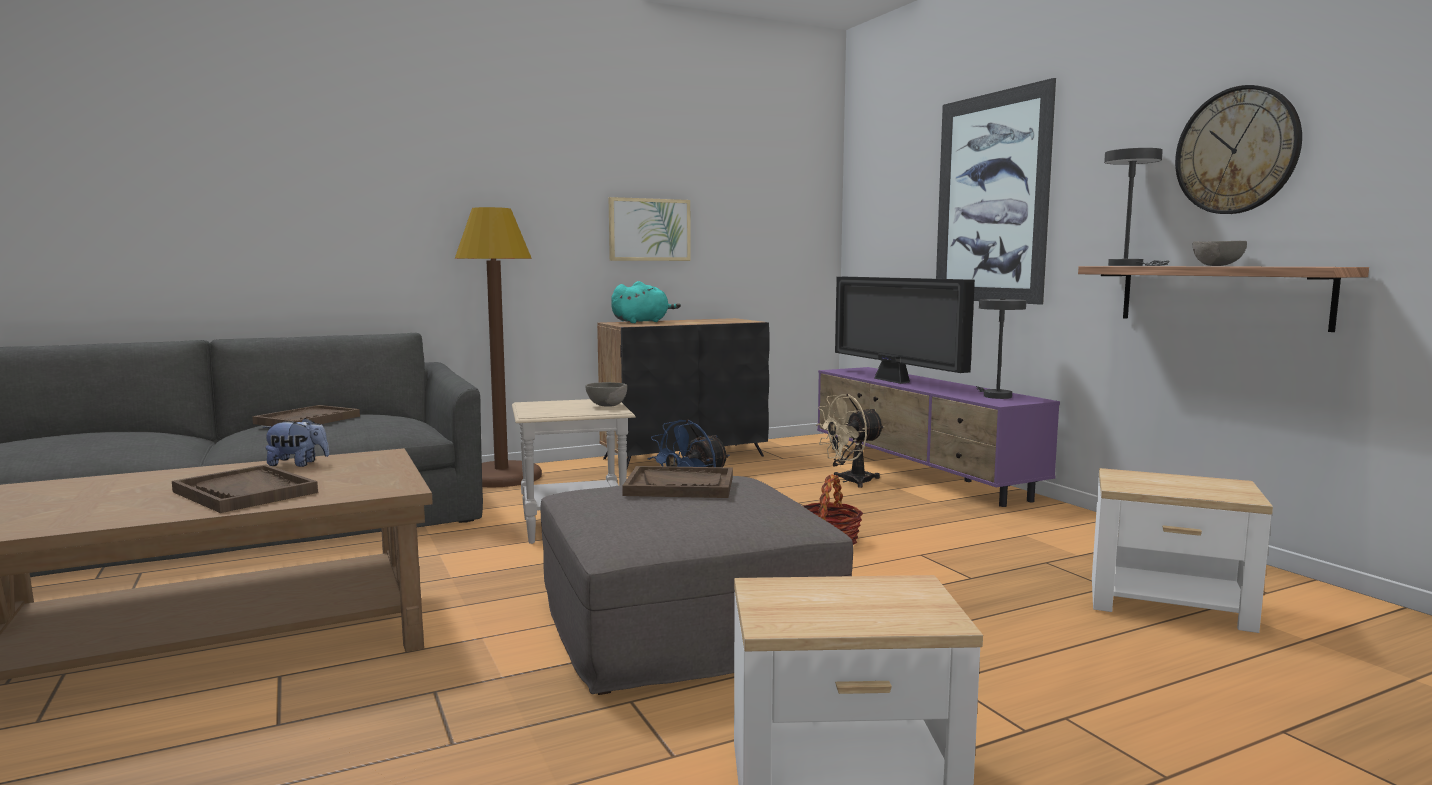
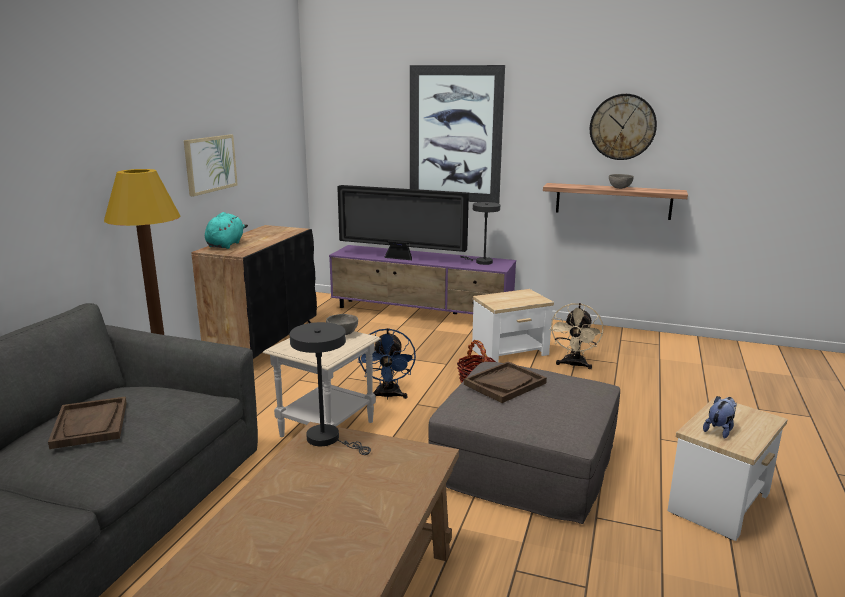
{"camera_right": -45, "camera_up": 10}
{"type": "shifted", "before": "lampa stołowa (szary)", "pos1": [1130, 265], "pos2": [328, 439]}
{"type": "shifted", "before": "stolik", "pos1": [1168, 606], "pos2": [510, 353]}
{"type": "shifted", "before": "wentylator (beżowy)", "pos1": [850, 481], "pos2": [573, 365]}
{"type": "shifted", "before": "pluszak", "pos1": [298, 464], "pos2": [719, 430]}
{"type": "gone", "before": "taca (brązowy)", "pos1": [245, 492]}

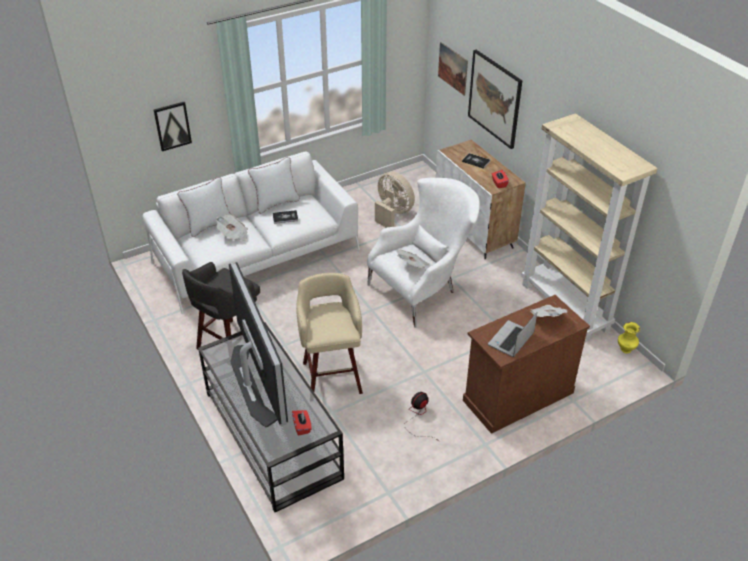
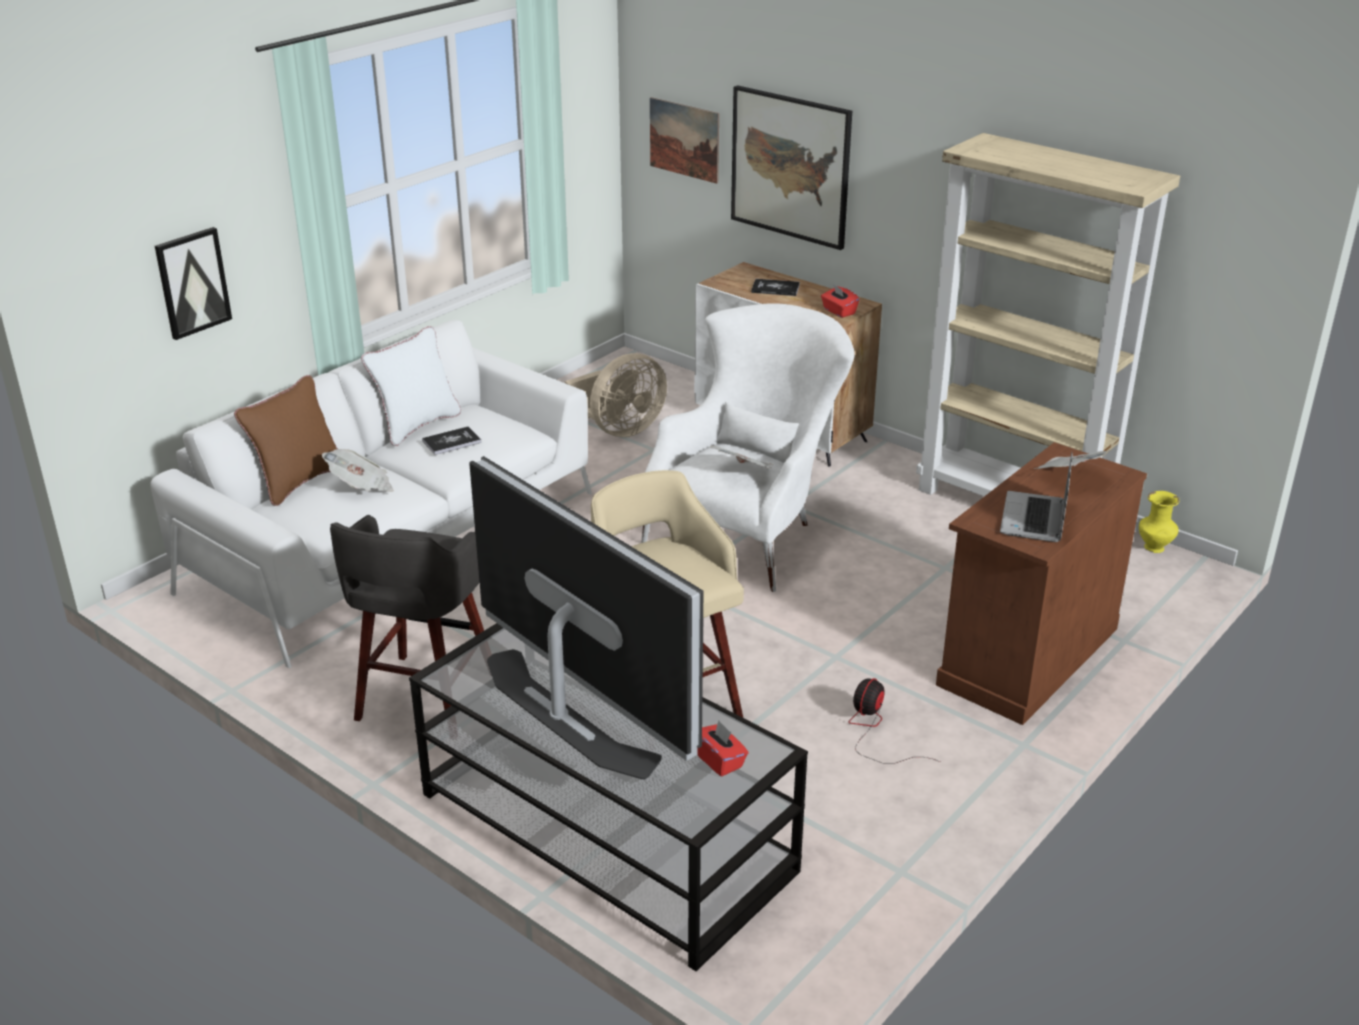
{"camera_right": -20, "camera_up": -10}
{"type": "repainted", "before": "poduszka (biały)", "after": "poduszka (brązowy)", "pos1": [209, 225], "pos2": [298, 482]}
{"type": "rotated", "before": "wentylator (beżowy)", "pos1": [392, 214], "pos2": [620, 430], "turn": 120}

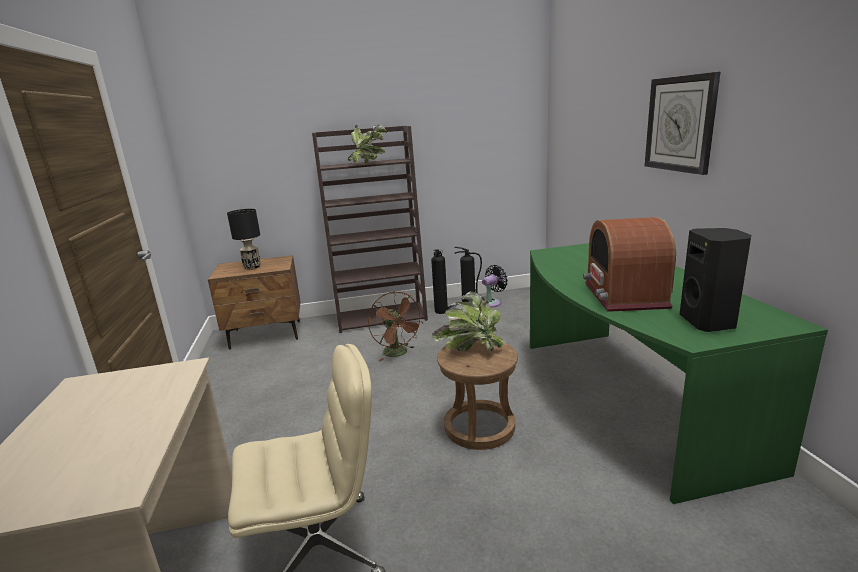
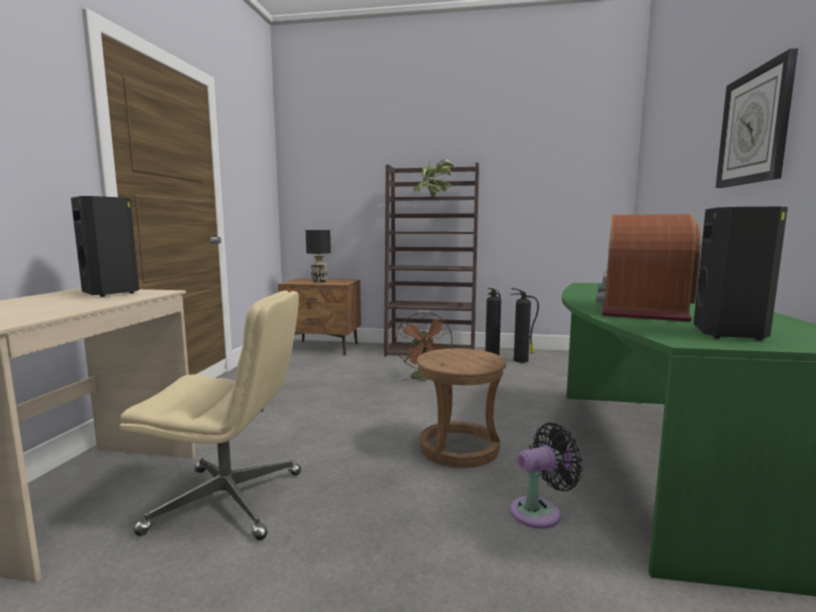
{"camera_right": 20, "camera_up": -10}
{"type": "new", "after": "głośnik (czarny)", "pos2": [112, 293]}
{"type": "shifted", "before": "wentylator (czarny)", "pos1": [492, 302], "pos2": [540, 512]}
{"type": "gone", "before": "roślina doniczkowa", "pos1": [470, 348]}

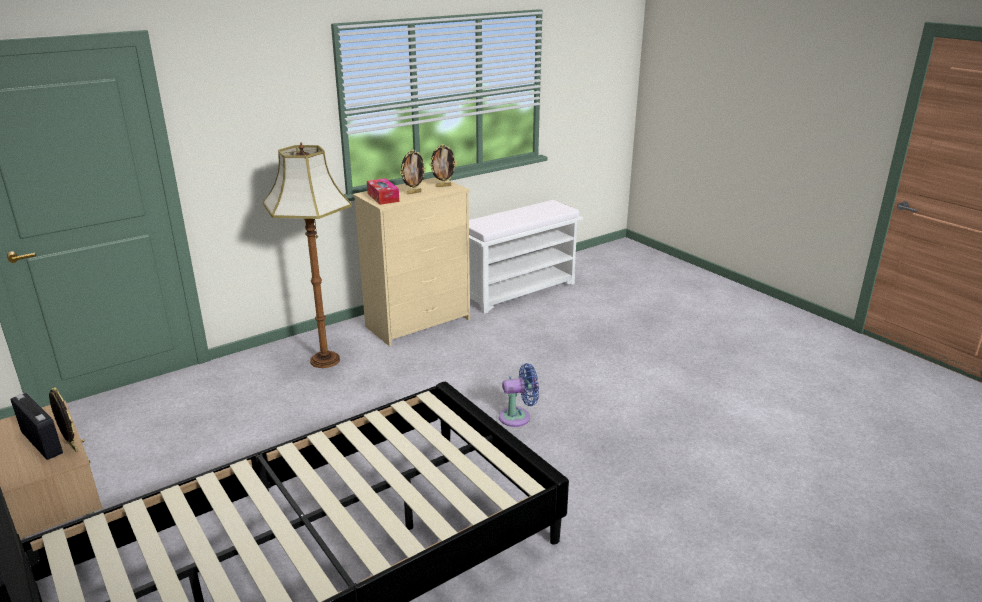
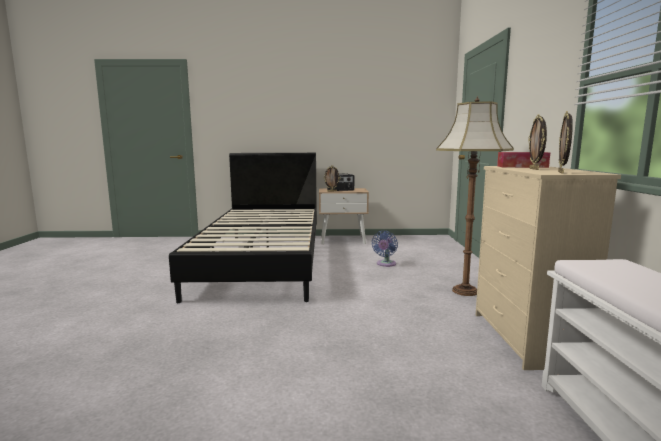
{"camera_right": 125, "camera_up": -15}
{"type": "shifted", "before": "wentylator (niebieski)", "pos1": [518, 417], "pos2": [385, 264]}

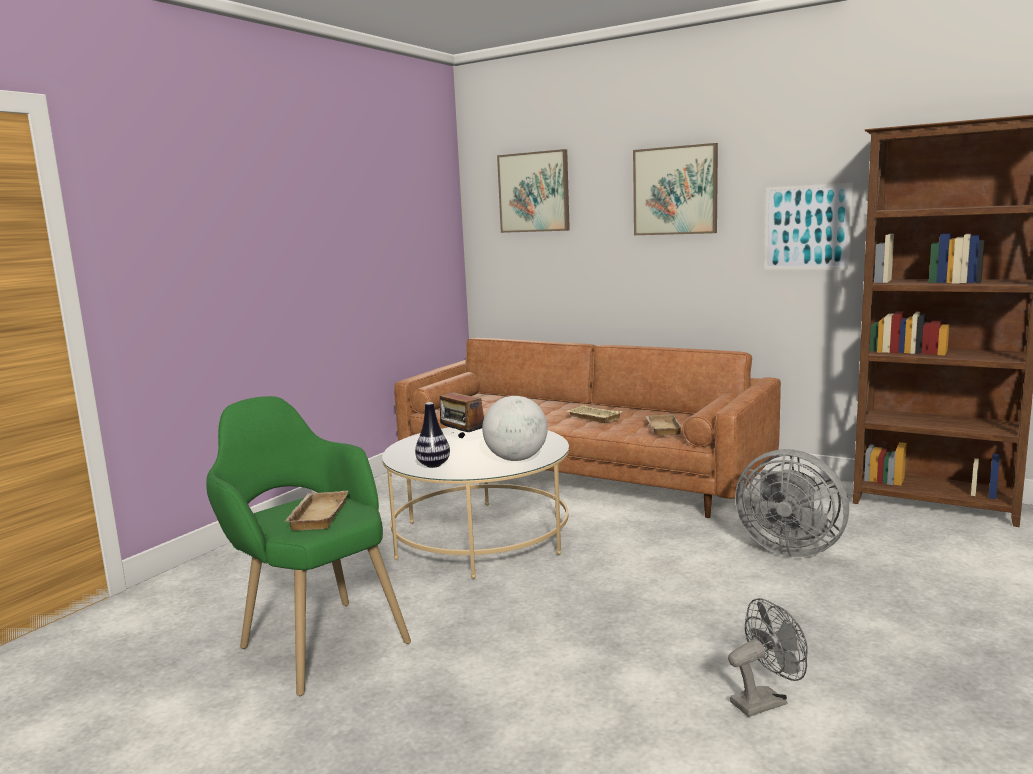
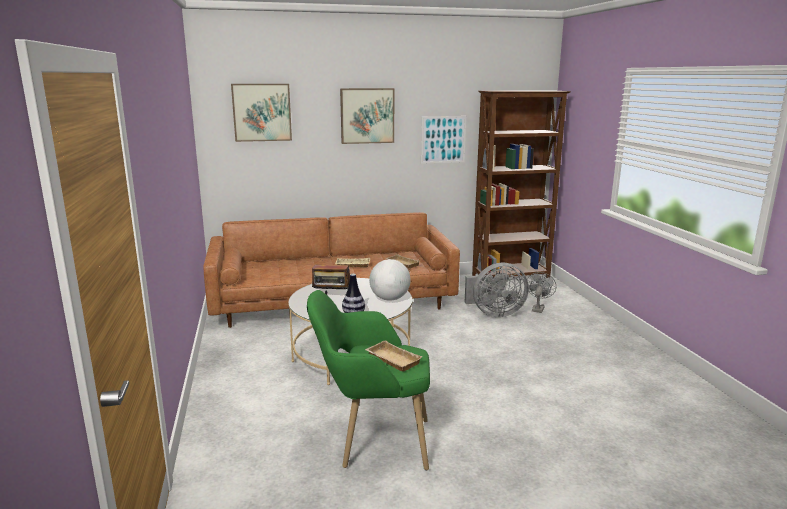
{"camera_right": -45, "camera_up": 5}
{"type": "shifted", "before": "wentylator (szary)", "pos1": [765, 701], "pos2": [538, 308]}

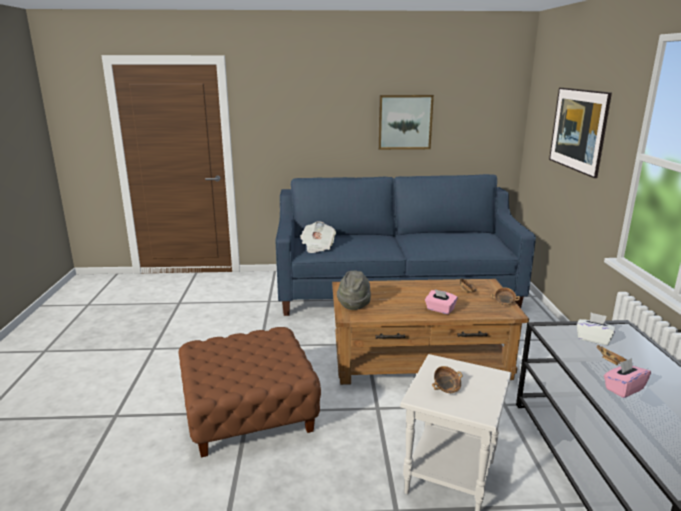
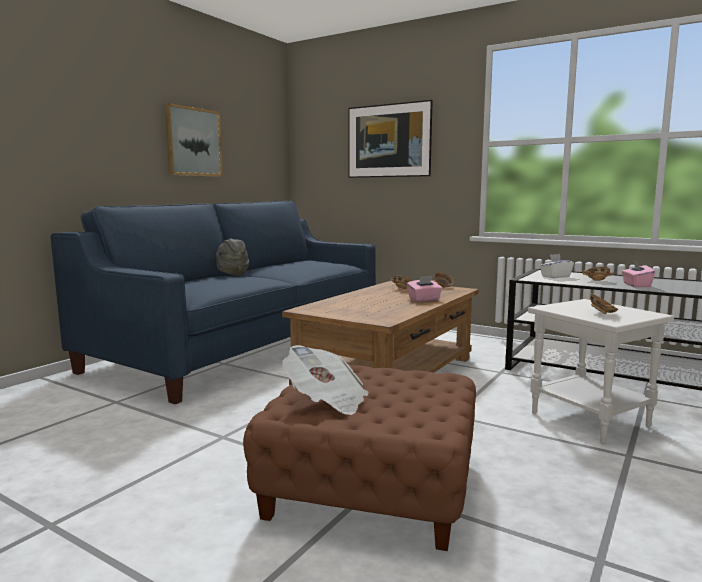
{"camera_right": -55, "camera_up": -10}
{"type": "shifted", "before": "kapelusz (szary)", "pos1": [354, 304], "pos2": [232, 273]}
{"type": "shifted", "before": "gazeta", "pos1": [317, 247], "pos2": [326, 400]}

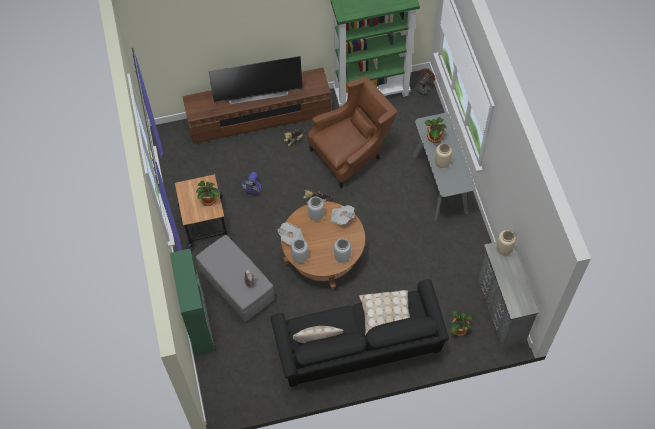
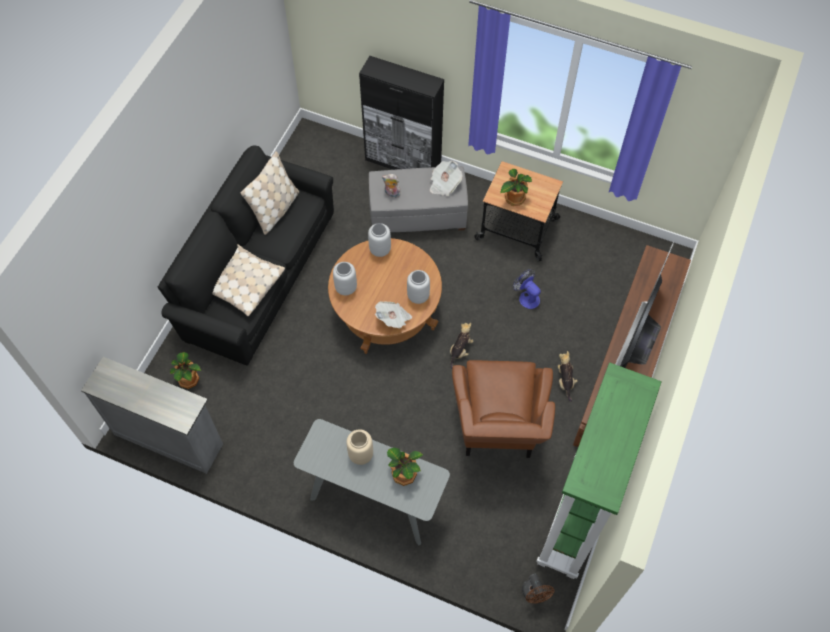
{"camera_right": 125, "camera_up": 0}
{"type": "repainted", "before": "szafka (zielony)", "after": "szafka (czarny)", "pos1": [199, 325], "pos2": [403, 163]}
{"type": "shifted", "before": "gazeta", "pos1": [292, 238], "pos2": [444, 184]}
{"type": "gone", "before": "wazon (beżowy)", "pos1": [503, 249]}

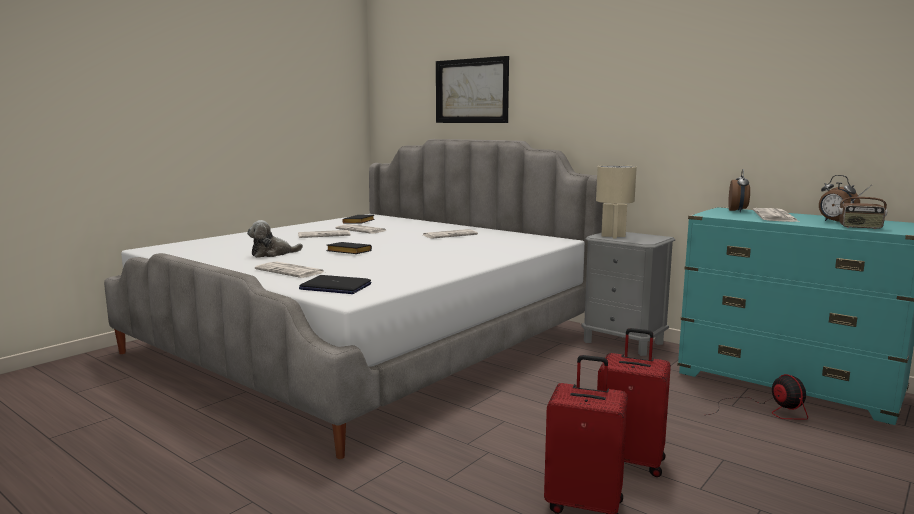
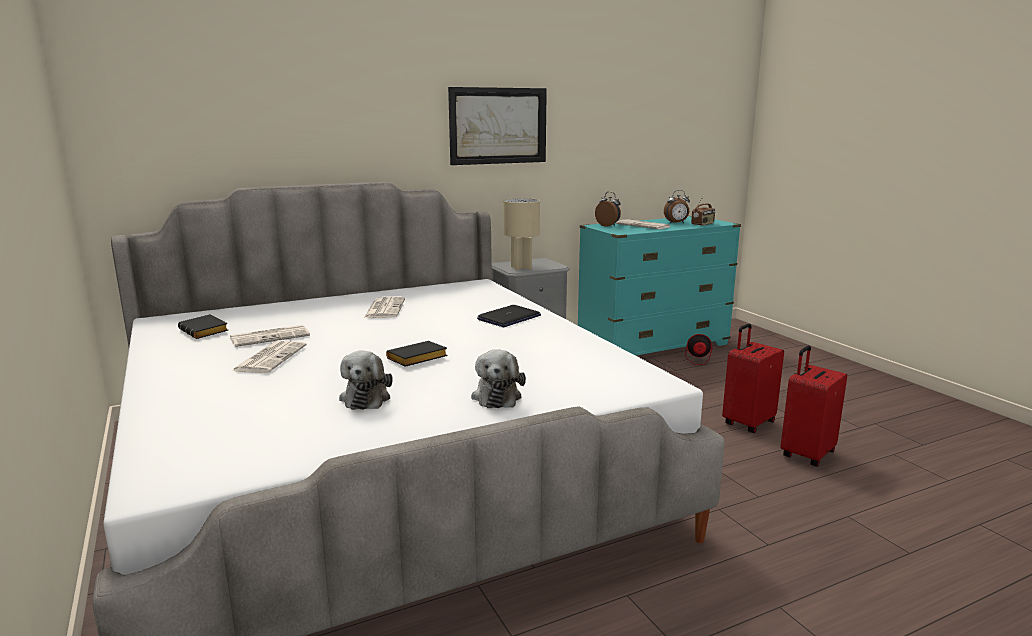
{"camera_right": -65, "camera_up": 5}
{"type": "shifted", "before": "obraz", "pos1": [471, 91], "pos2": [498, 126]}
{"type": "swapped", "before": "gazeta", "after": "pluszak", "pos1": [291, 271], "pos2": [497, 396]}
{"type": "shifted", "before": "laptop", "pos1": [335, 287], "pos2": [509, 318]}

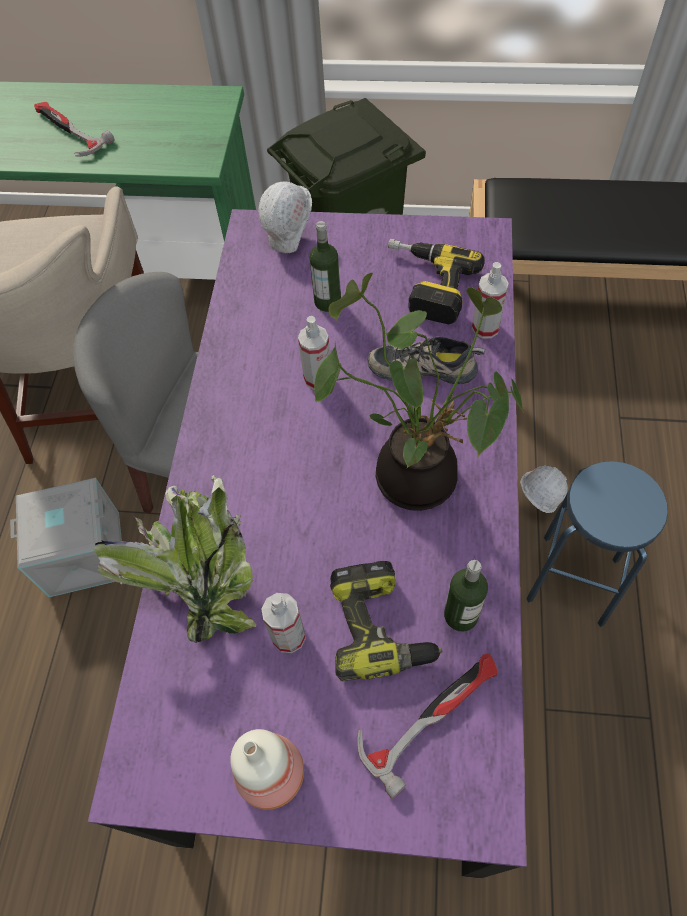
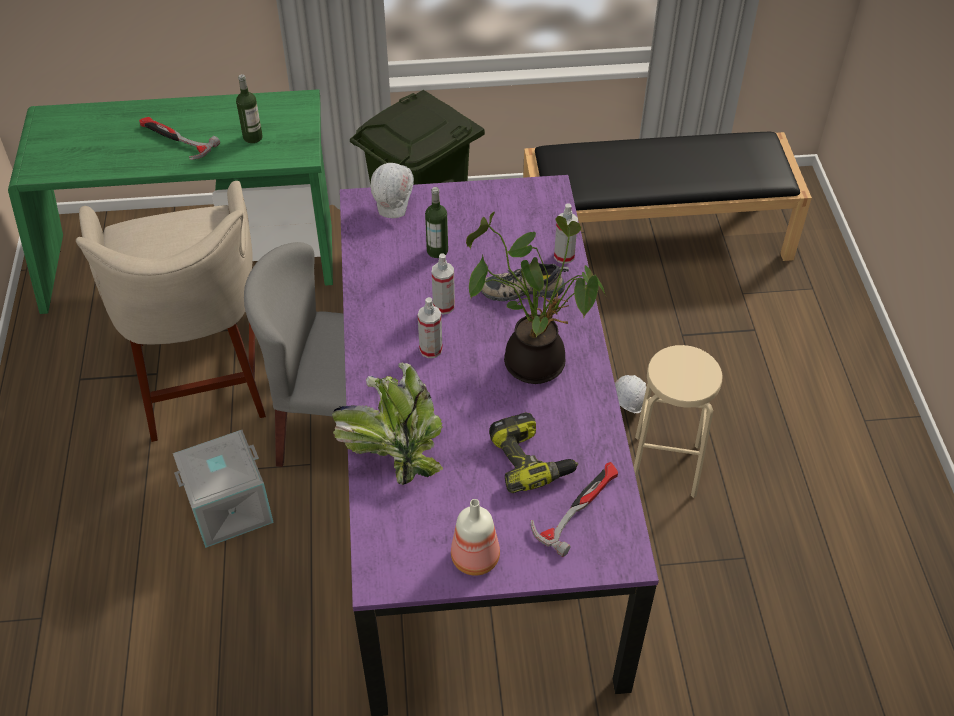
{"camera_right": -15, "camera_up": -10}
{"type": "shifted", "before": "butelka", "pos1": [461, 615], "pos2": [252, 137]}
{"type": "shifted", "before": "spryskiwacz", "pos1": [288, 636], "pos2": [431, 349]}
{"type": "repainted", "before": "stołek (niebieski)", "after": "stołek (beżowy)", "pos1": [573, 579], "pos2": [665, 466]}
{"type": "gone", "before": "wiertarka", "pos1": [425, 285]}

